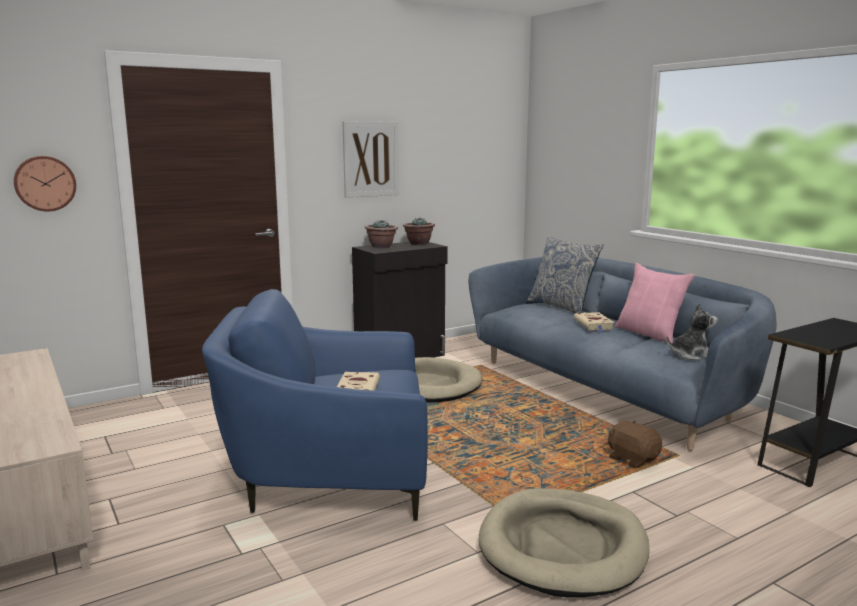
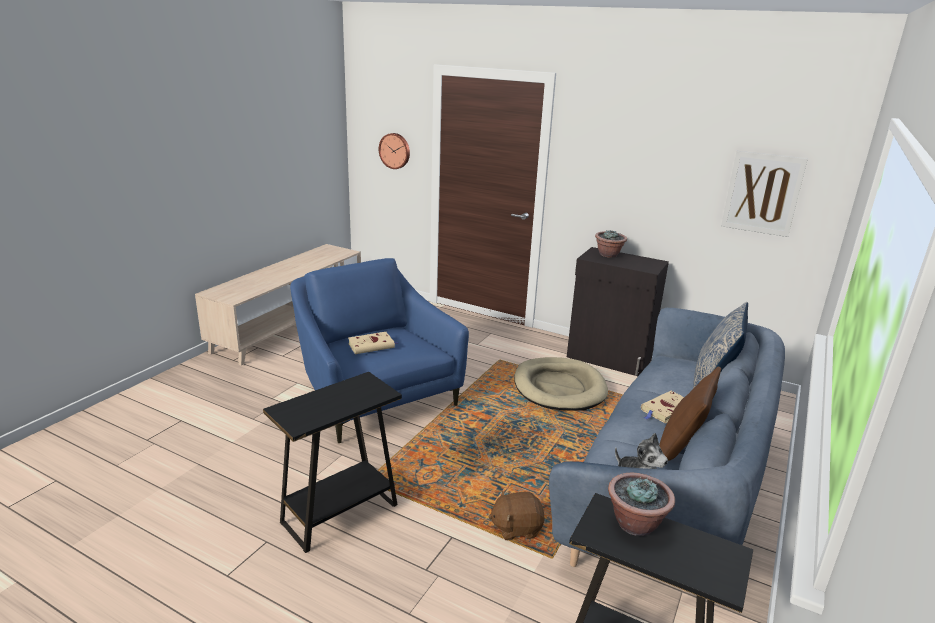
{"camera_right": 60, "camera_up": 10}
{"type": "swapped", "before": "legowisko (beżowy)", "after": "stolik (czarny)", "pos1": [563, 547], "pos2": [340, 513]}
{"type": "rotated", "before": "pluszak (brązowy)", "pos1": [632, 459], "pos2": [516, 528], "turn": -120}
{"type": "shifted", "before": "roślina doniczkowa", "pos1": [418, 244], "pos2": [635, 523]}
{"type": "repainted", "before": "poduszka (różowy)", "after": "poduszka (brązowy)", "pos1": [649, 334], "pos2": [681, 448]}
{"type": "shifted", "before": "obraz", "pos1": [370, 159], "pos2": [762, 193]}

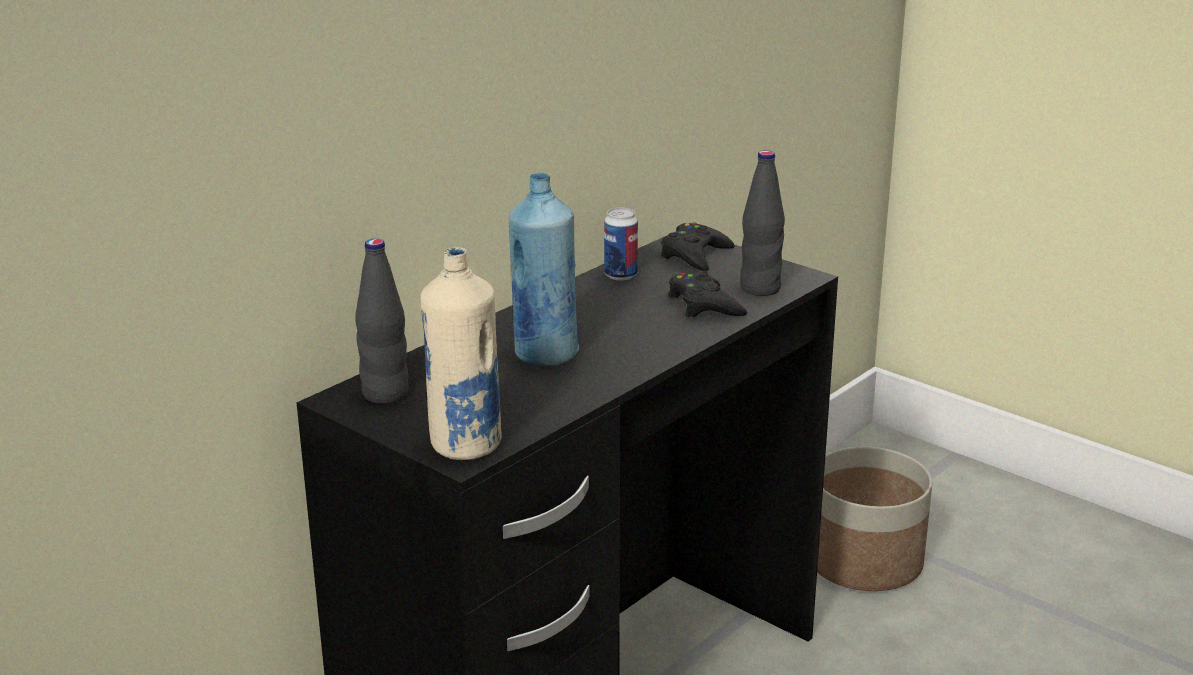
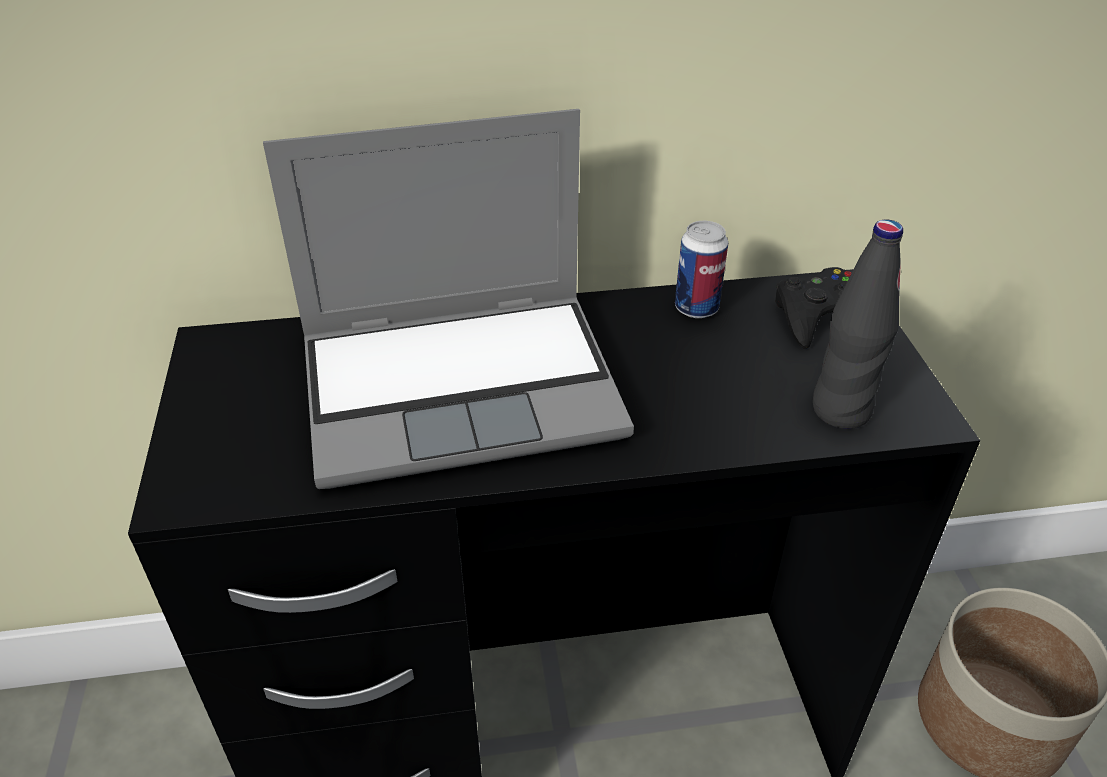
{"camera_right": 40, "camera_up": 15}
{"type": "swapped", "before": "butelka (niebieski)", "after": "laptop", "pos1": [545, 354], "pos2": [464, 387]}
{"type": "gone", "before": "butelka (czarny)", "pos1": [385, 394]}
{"type": "gone", "before": "butelka (beżowy)", "pos1": [465, 446]}
{"type": "gone", "before": "pad do gier (czarny)", "pos1": [704, 304]}

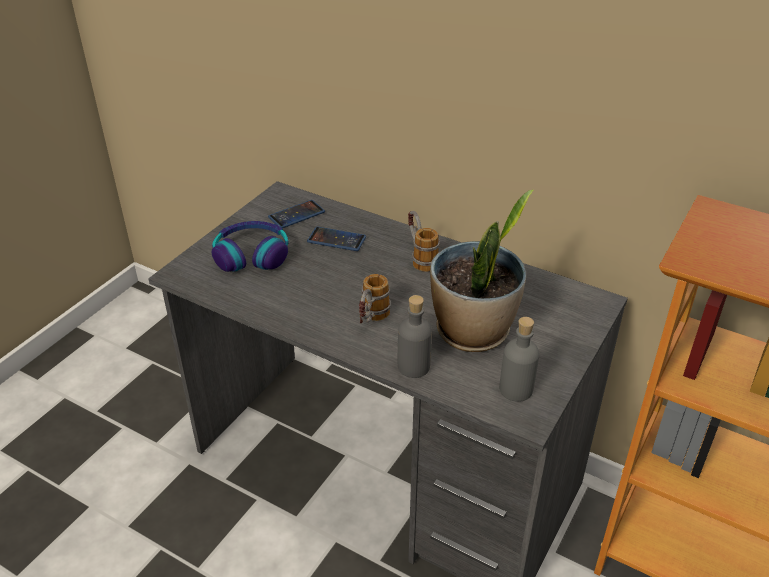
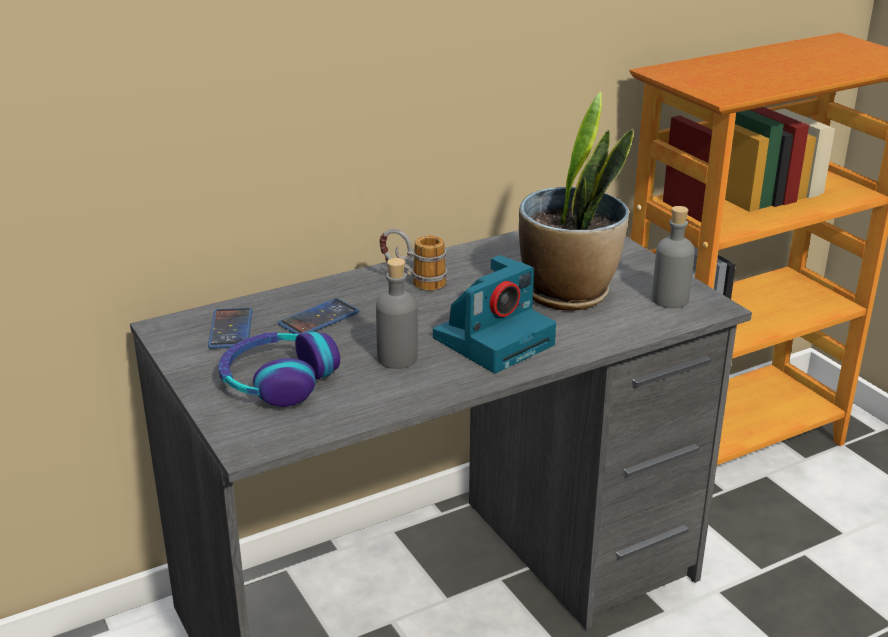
{"camera_right": -60, "camera_up": -10}
{"type": "shifted", "before": "butelka (szary)", "pos1": [413, 366], "pos2": [397, 358]}
{"type": "swapped", "before": "kubek", "after": "aparat fotograficzny", "pos1": [371, 320], "pos2": [494, 340]}

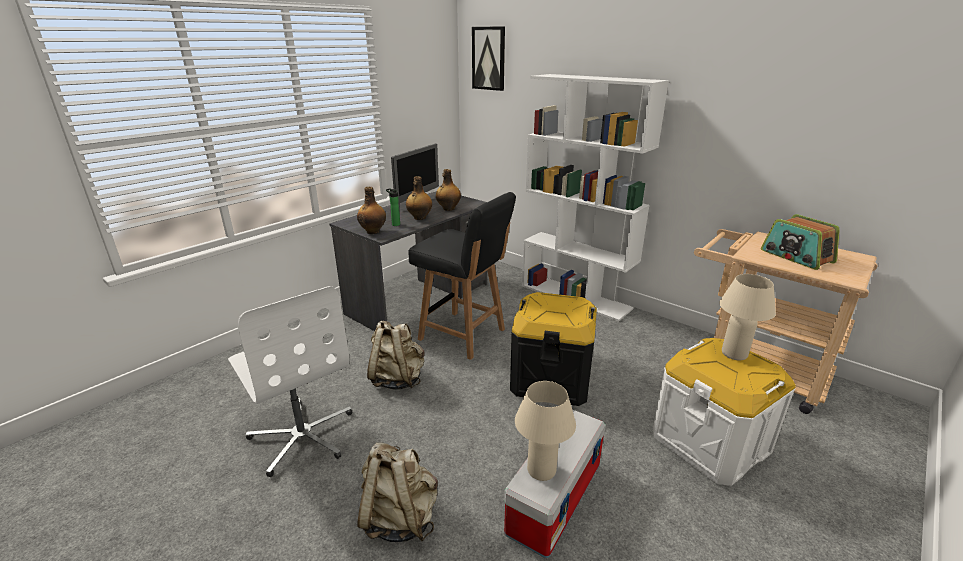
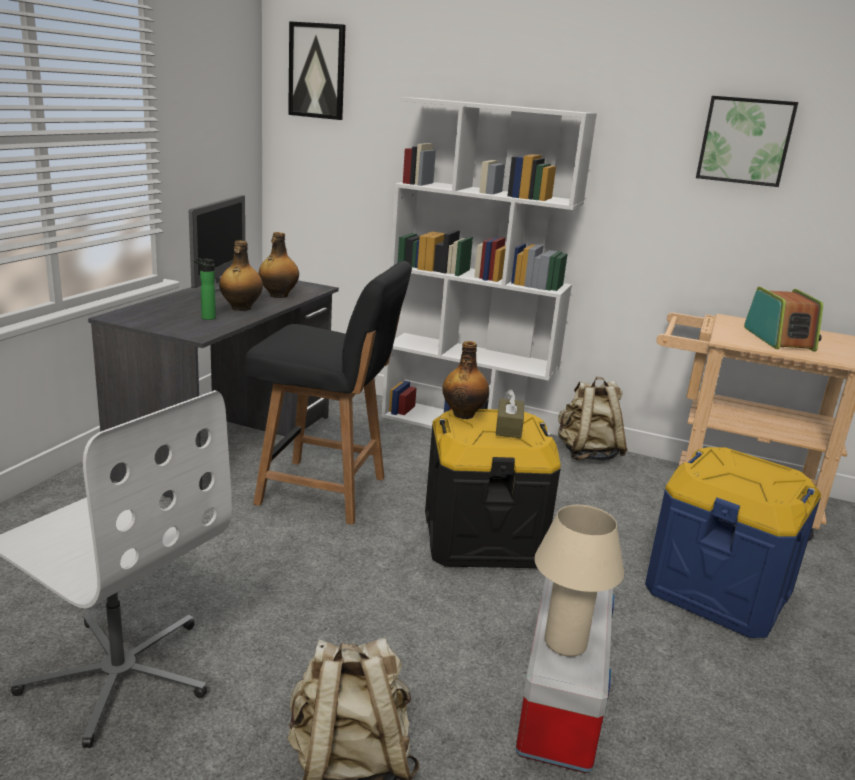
{"camera_right": -20, "camera_up": -5}
{"type": "shifted", "before": "butelka", "pos1": [373, 231], "pos2": [463, 414]}
{"type": "new", "after": "pudełko chusteczek (brązowy)", "pos2": [509, 427]}
{"type": "shifted", "before": "plecak (beżowy)", "pos1": [397, 379], "pos2": [587, 454]}
{"type": "repainted", "before": "pojemnik do przechowywania (biały)", "after": "pojemnik do przechowywania (niebieski)", "pos1": [710, 442], "pos2": [718, 590]}
{"type": "new", "after": "obraz", "pos2": [745, 141]}
{"type": "rotated", "before": "radio", "pos1": [796, 256], "pos2": [779, 339], "turn": -135}
{"type": "gone", "before": "lampa stołowa (beżowy)", "pos1": [734, 354]}

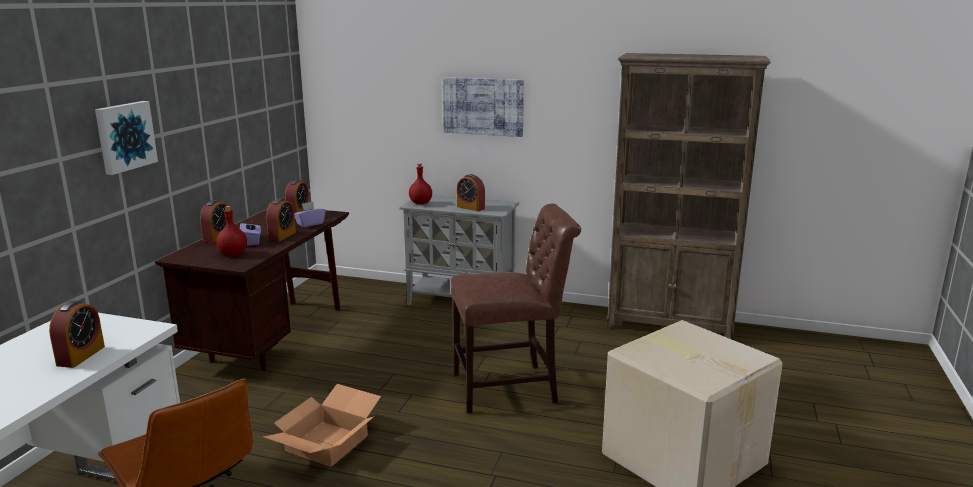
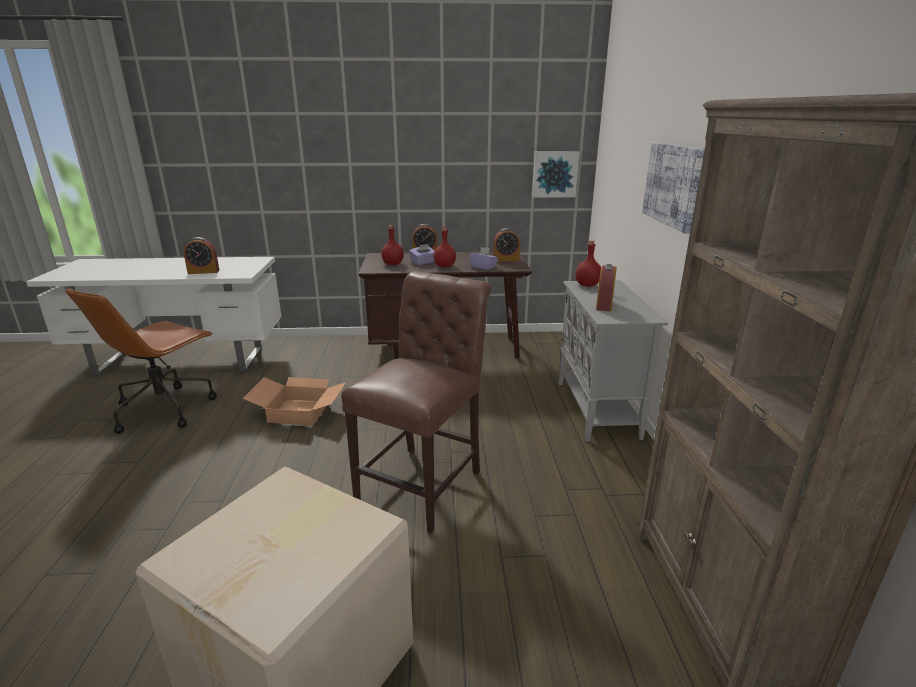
{"camera_right": 70, "camera_up": 5}
{"type": "rotated", "before": "krzesło (brązowy)", "pos1": [511, 387], "pos2": [424, 482], "turn": -120}
{"type": "swapped", "before": "budzik", "after": "butelka (czerwony)", "pos1": [282, 236], "pos2": [445, 266]}
{"type": "shifted", "before": "obraz", "pos1": [124, 136], "pos2": [554, 174]}

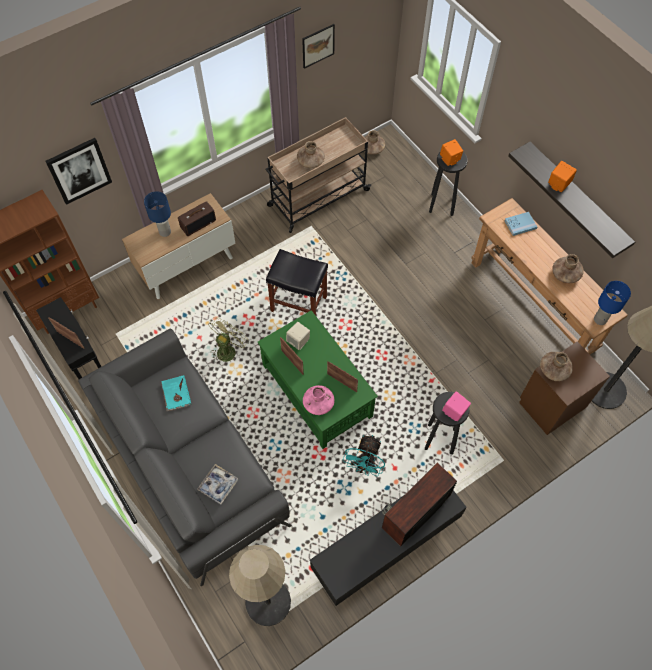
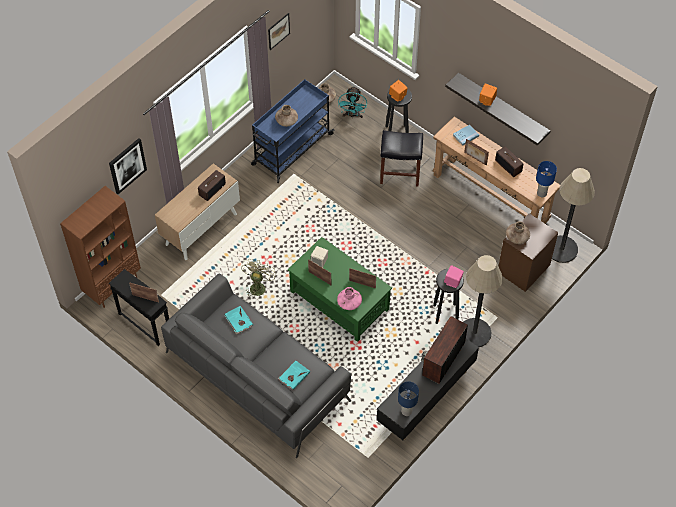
{"camera_right": -15, "camera_up": -5}
{"type": "repainted", "before": "wózek (beżowy)", "after": "wózek (niebieski)", "pos1": [317, 198], "pos2": [291, 150]}
{"type": "swapped", "before": "taca", "after": "książka (turkusowy)", "pos1": [218, 485], "pos2": [293, 376]}
{"type": "shifted", "before": "wentylator (turkusowy)", "pos1": [364, 466], "pos2": [352, 115]}
{"type": "shifted", "before": "stołek (czarny)", "pos1": [299, 303], "pos2": [400, 173]}
{"type": "shifted", "before": "lampa stołowa (niebieski)", "pos1": [164, 232], "pos2": [406, 411]}
{"type": "shifted", "before": "lampa stojąca", "pos1": [268, 602], "pos2": [474, 333]}
{"type": "new", "after": "ramka na zdjęcie", "pos2": [475, 159]}
{"type": "swapped", "before": "wazon (brązowy)", "after": "radio", "pos1": [565, 274], "pos2": [508, 166]}

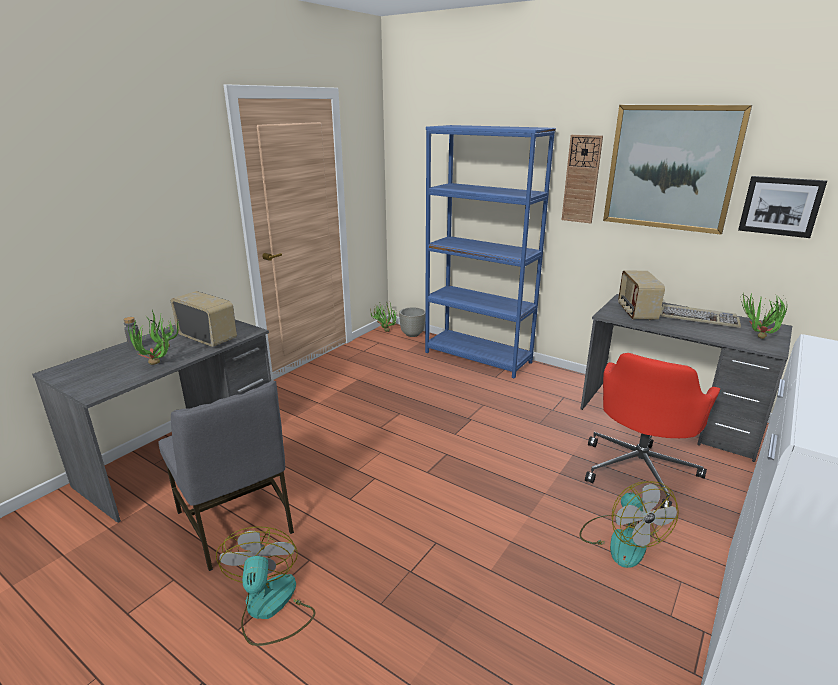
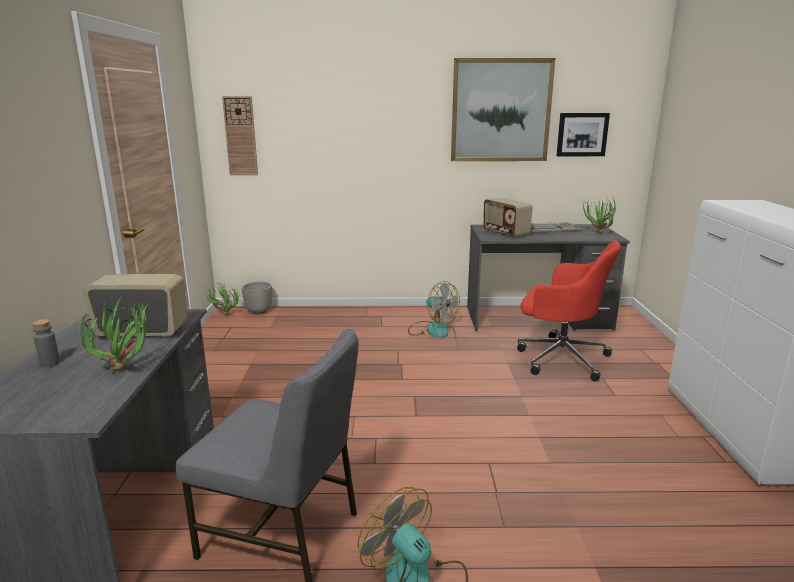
{"camera_right": -35, "camera_up": -5}
{"type": "shifted", "before": "zegar ścienny", "pos1": [581, 179], "pos2": [240, 136]}
{"type": "shifted", "before": "wentylator", "pos1": [621, 540], "pos2": [432, 329]}
{"type": "rotated", "before": "krzesło biurowe (czerwony)", "pos1": [639, 469], "pos2": [560, 357], "turn": -60}
{"type": "gone", "before": "regał (niebieski)", "pos1": [478, 357]}

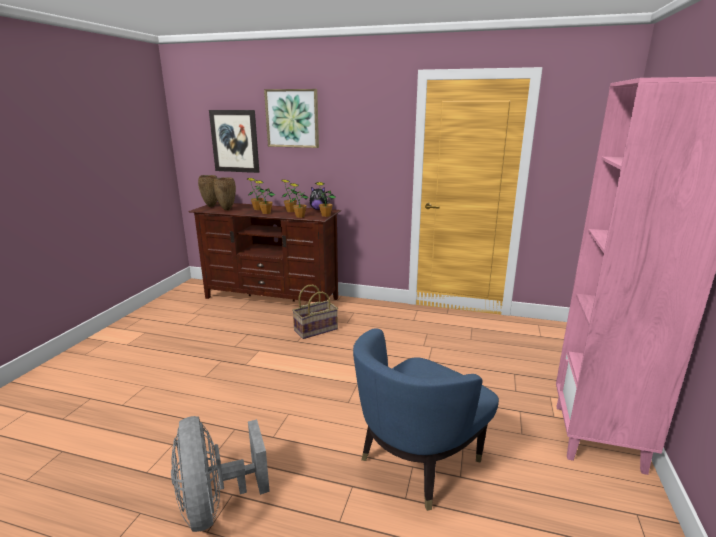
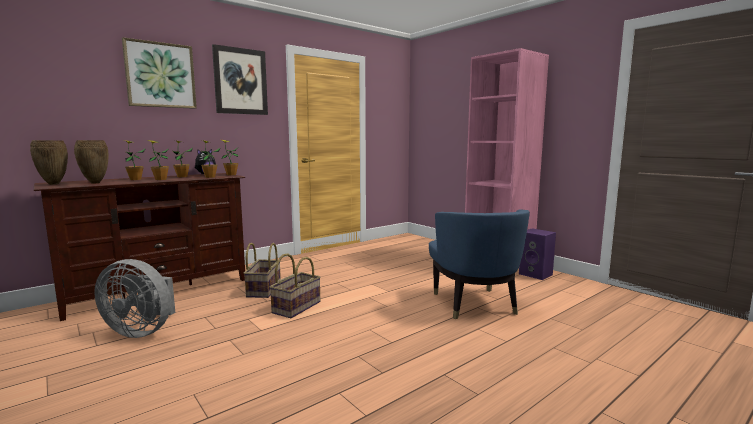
{"camera_right": -55, "camera_up": -10}
{"type": "shifted", "before": "wentylator (szary)", "pos1": [216, 504], "pos2": [142, 330]}
{"type": "shifted", "before": "obraz", "pos1": [235, 141], "pos2": [240, 81]}
{"type": "new", "after": "koszyk", "pos2": [296, 307]}
{"type": "new", "after": "głośnik (fioletowy)", "pos2": [536, 274]}

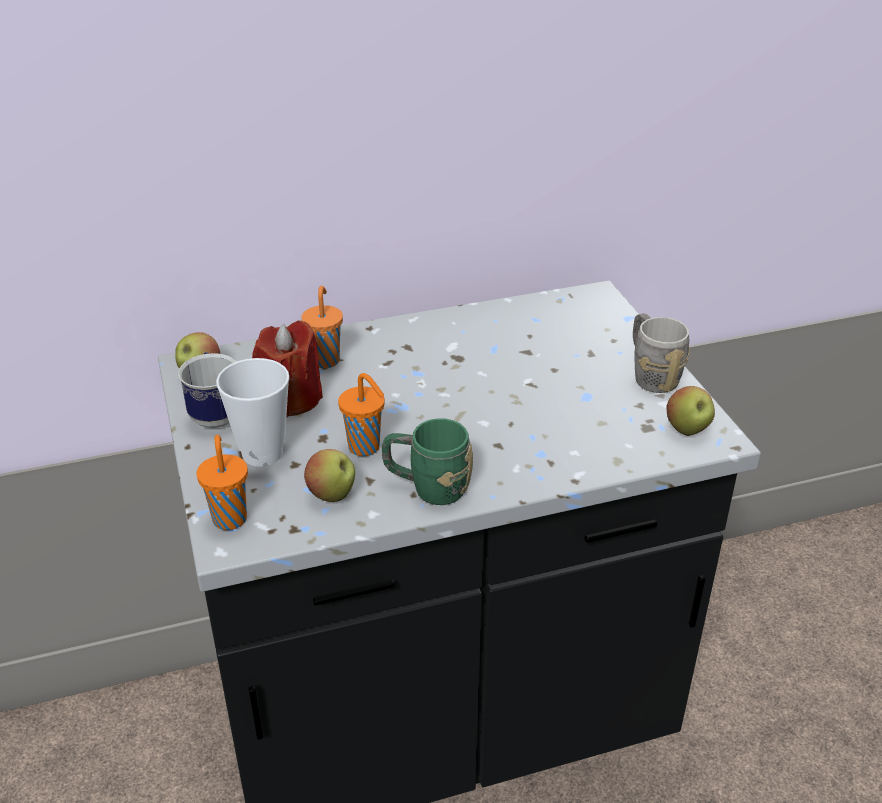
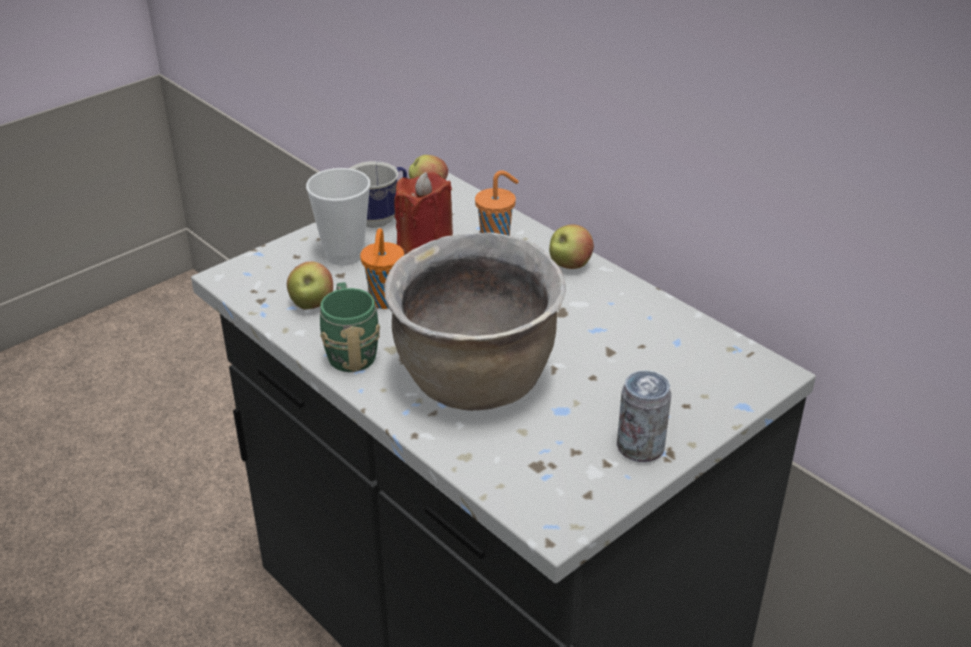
{"camera_right": 65, "camera_up": 0}
{"type": "new", "after": "garnek (brązowy)", "pos2": [476, 383]}
{"type": "shifted", "before": "jabłko", "pos1": [687, 430], "pos2": [569, 265]}
{"type": "swapped", "before": "kubek (szary)", "after": "puszka", "pos1": [651, 375], "pos2": [640, 448]}
{"type": "gone", "before": "filiżanka (pomarańczowy)", "pos1": [229, 517]}

